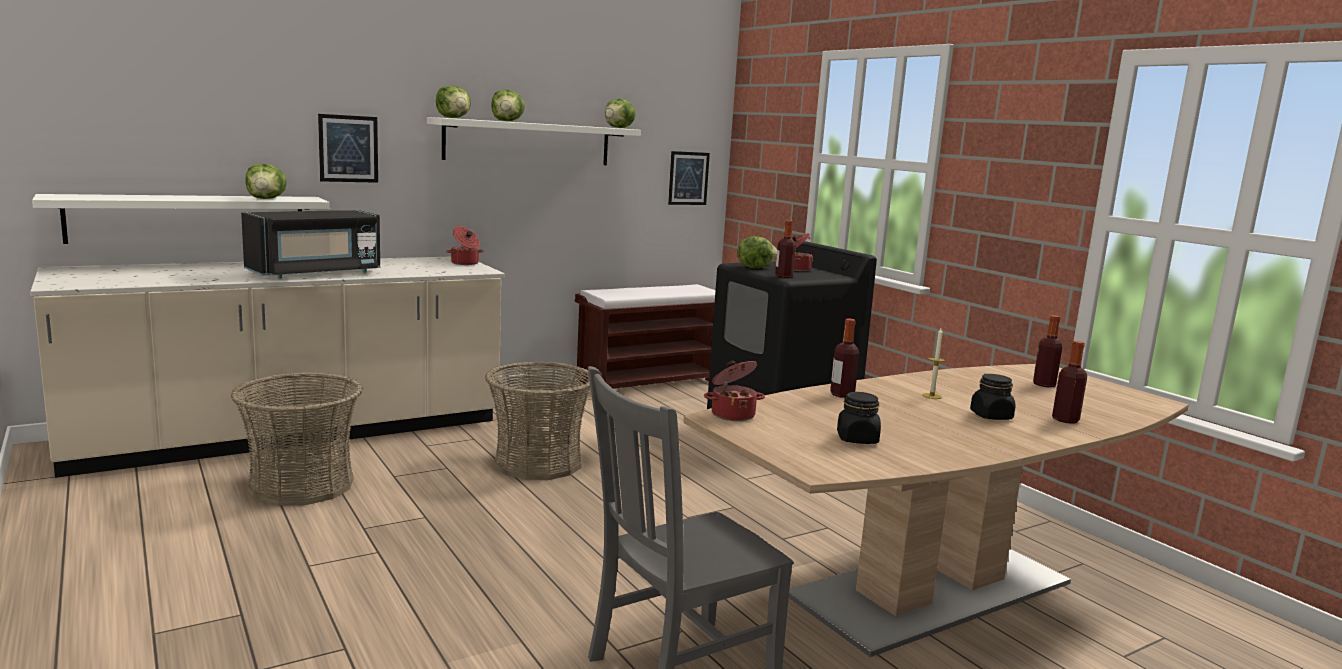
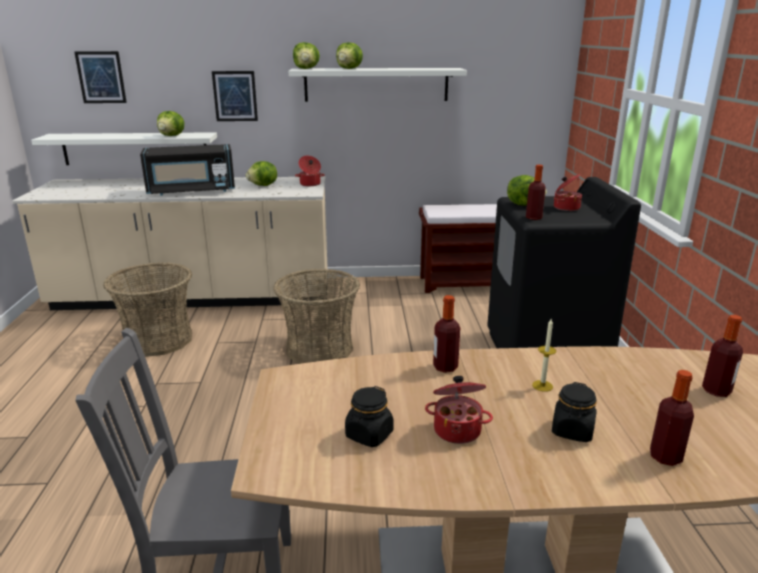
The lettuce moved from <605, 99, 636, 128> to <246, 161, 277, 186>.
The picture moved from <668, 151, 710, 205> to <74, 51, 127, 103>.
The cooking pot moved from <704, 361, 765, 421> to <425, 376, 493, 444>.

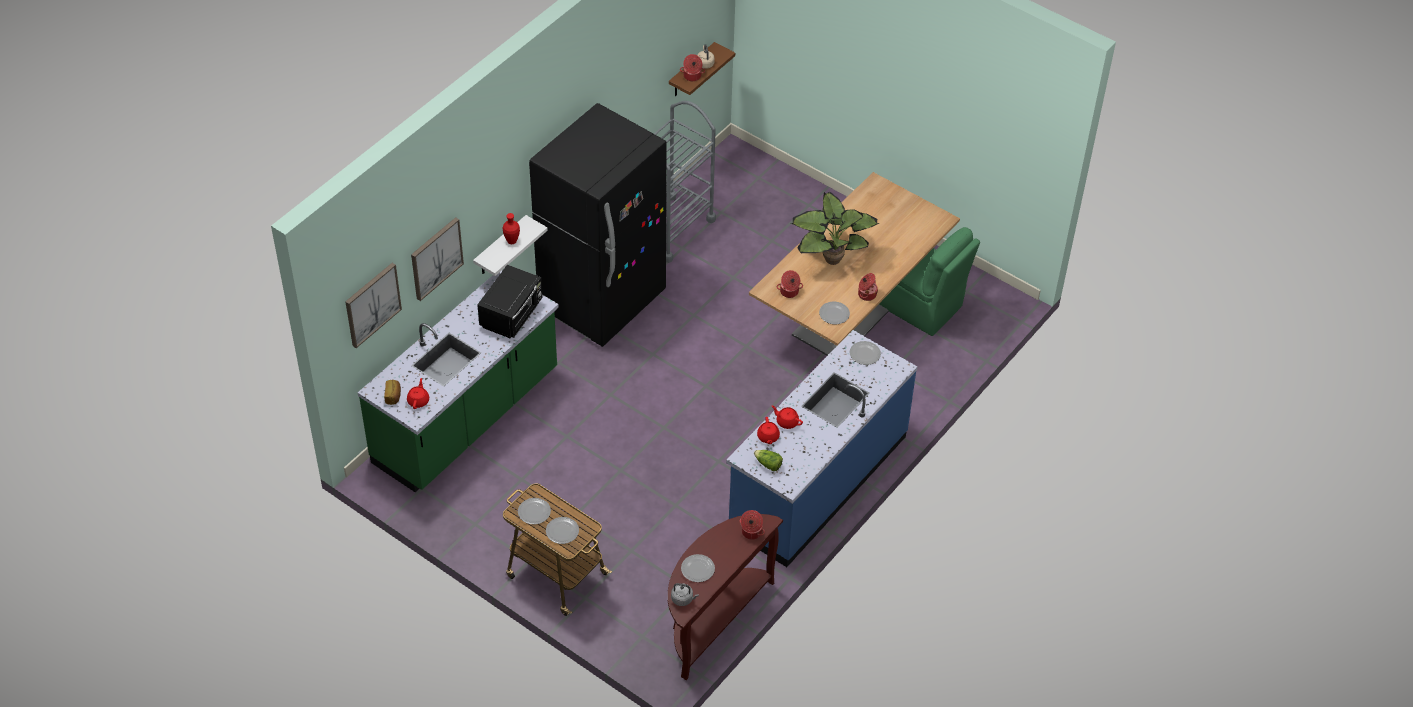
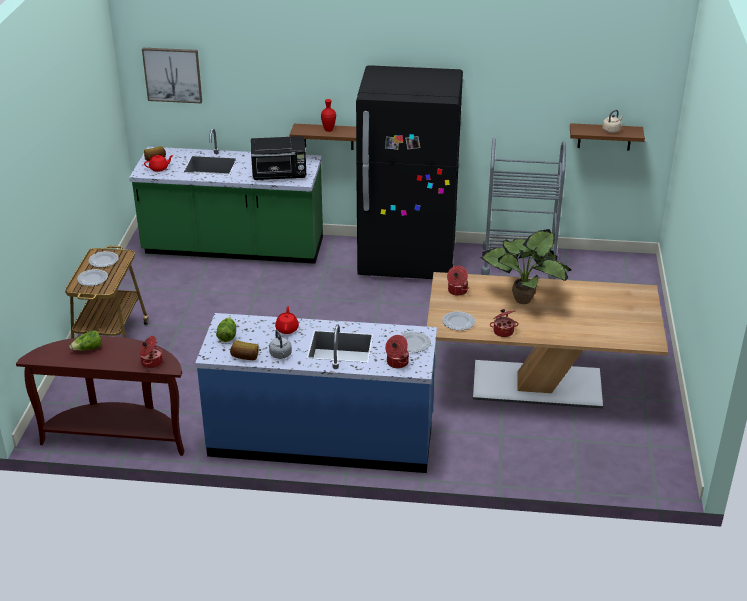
The picture at <411, 217, 464, 301> disappeared.
The white shelf at <473, 215, 548, 276> became the brown shelf at <290, 124, 356, 150>.
The grey kettle moved from <671, 583, 699, 606> to <269, 330, 292, 359>.
The cooking pot moved from <680, 54, 705, 81> to <385, 335, 409, 368>.
The plate at <681, 554, 715, 582> was replaced by the lettuce at <69, 330, 101, 350>.
The red teapot at <757, 417, 780, 444> disappeared.
The green chair at <879, 227, 980, 336> disappeared.
The bread at <230, 340, 259, 360> appeared.

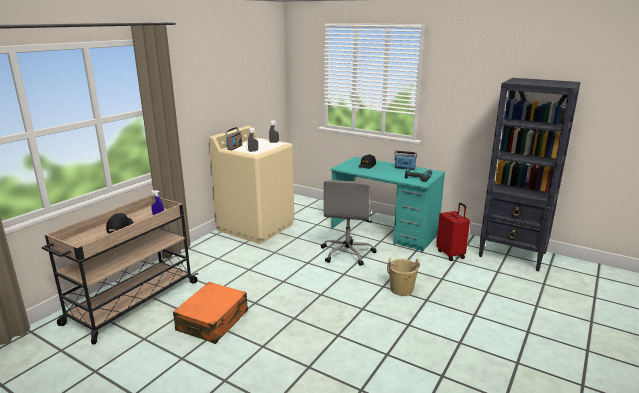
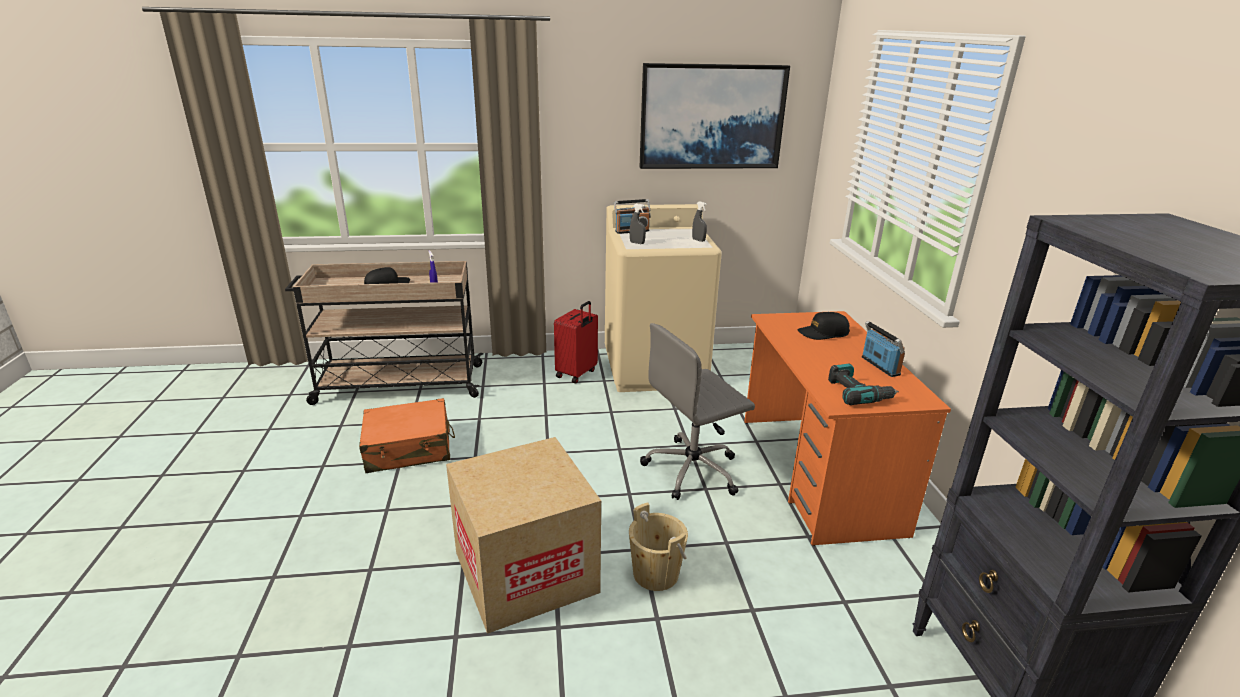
The turquoise desk at <330, 157, 445, 252> became the orange desk at <744, 311, 951, 546>.
The red suitcase moved from <436, 203, 470, 261> to <554, 301, 598, 383>.
The cardboard box at <446, 437, 601, 634> appeared.
The picture at <640, 63, 790, 169> appeared.

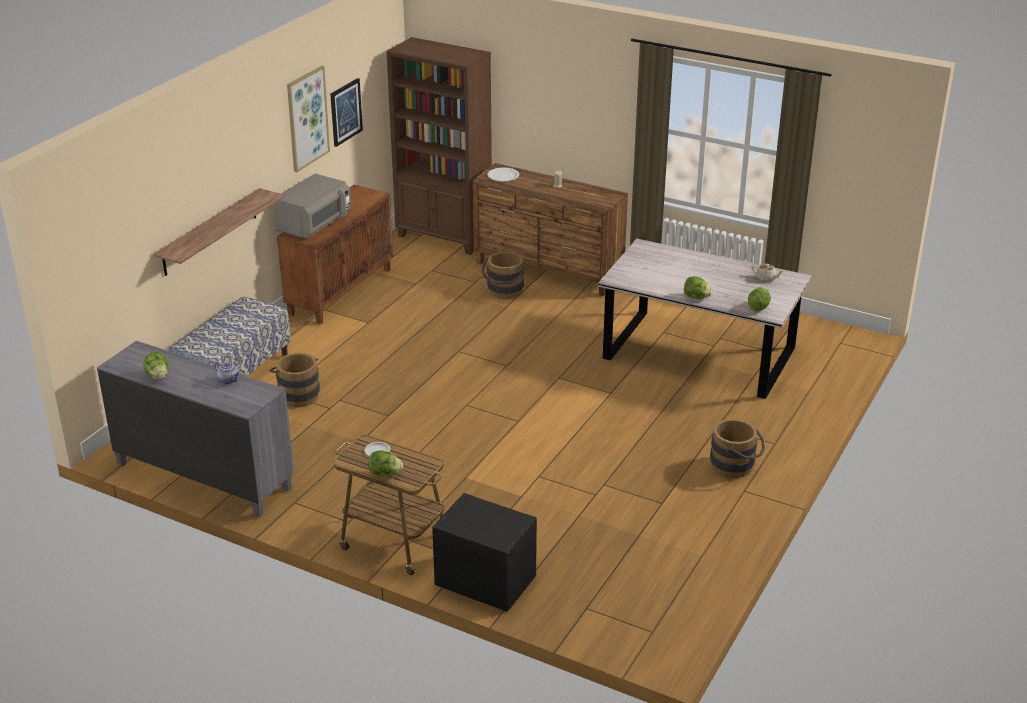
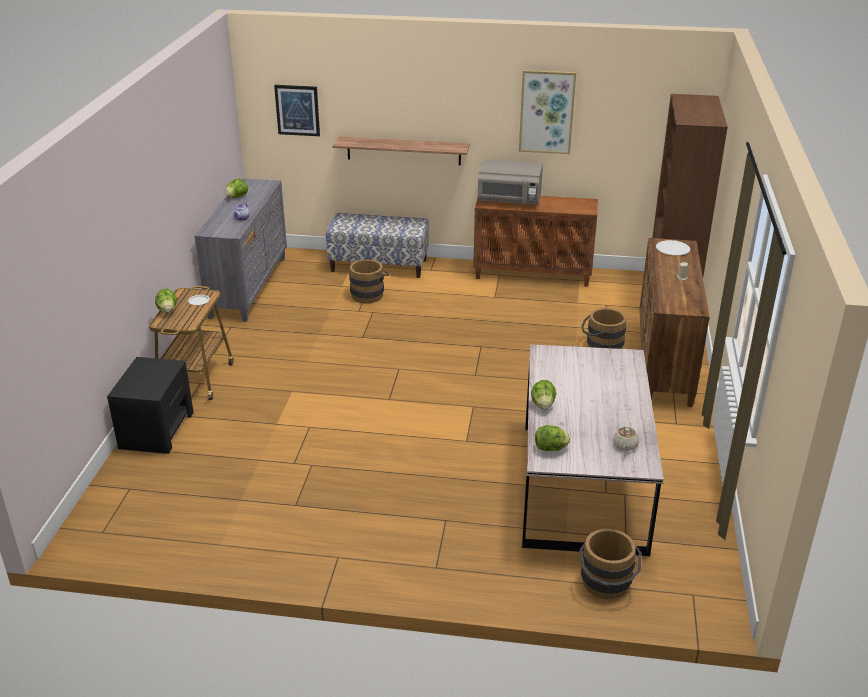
The picture moved from <330, 78, 363, 147> to <274, 85, 320, 136>.
The brown bucket moved from <710, 419, 765, 478> to <580, 528, 642, 599>.

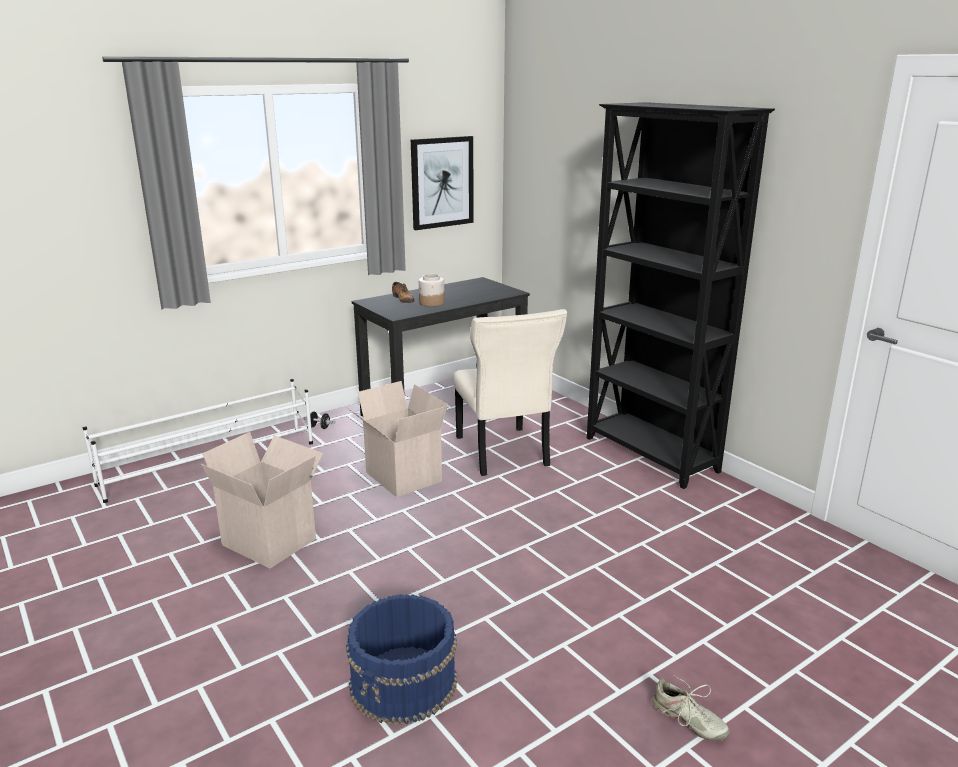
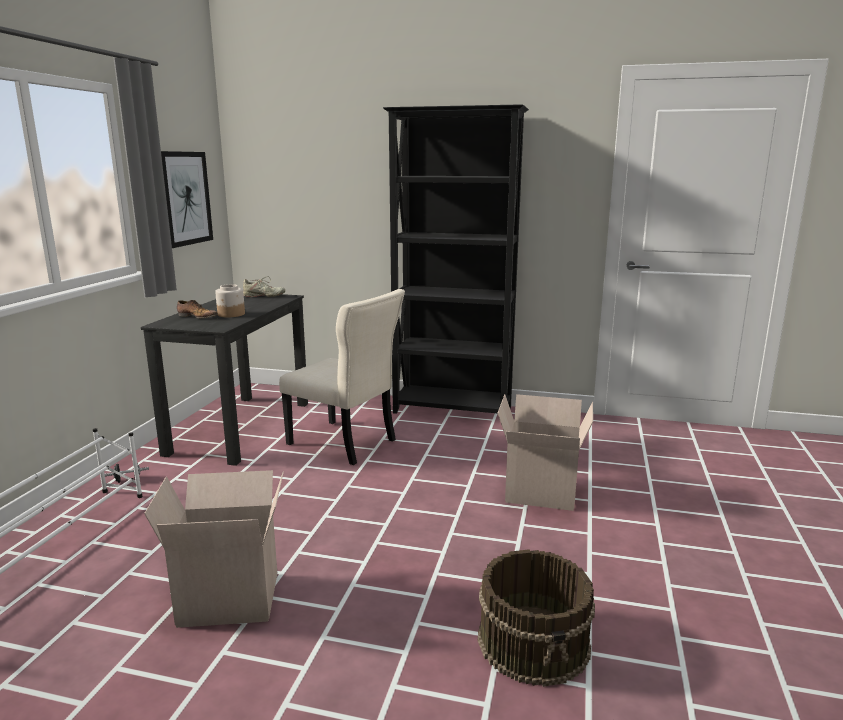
The cardboard box moved from <346, 381, 448, 497> to <498, 394, 593, 511>.
The blue bucket at <346, 594, 457, 725> became the brown bucket at <478, 549, 595, 687>.
The beige shoe moved from <652, 675, 730, 741> to <243, 276, 285, 297>.

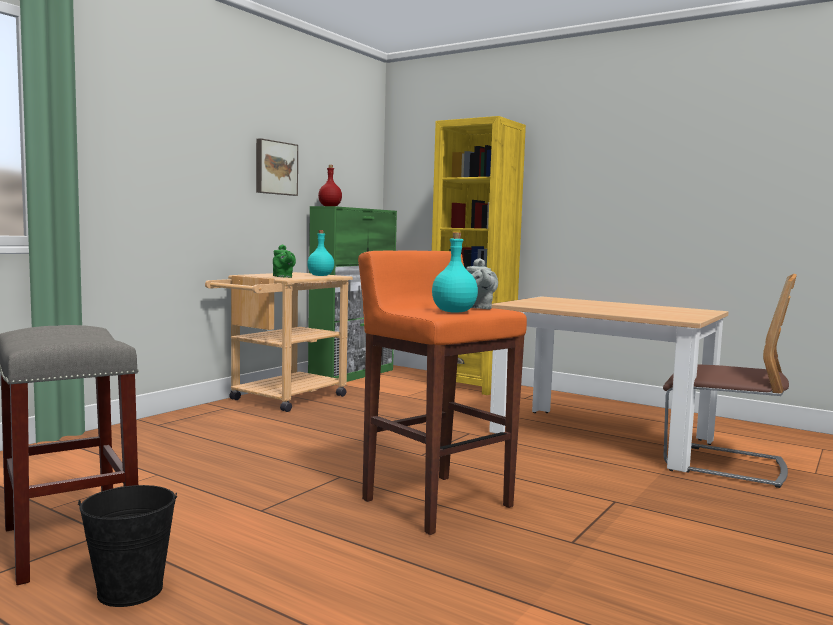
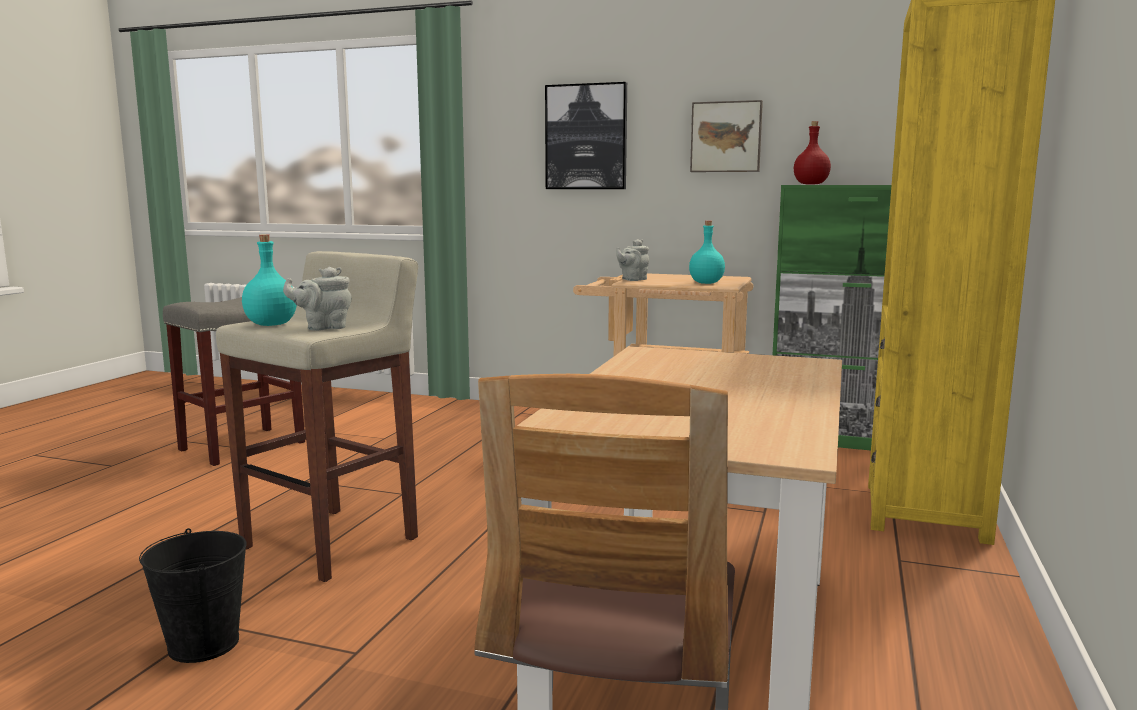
The black bucket moved from <78, 485, 177, 607> to <139, 528, 247, 663>.
The green teapot at <273, 244, 296, 278> became the grey teapot at <616, 239, 649, 281>.
The orange stool at <358, 251, 527, 535> became the beige stool at <216, 251, 418, 582>.
The picture at <545, 82, 627, 189> appeared.

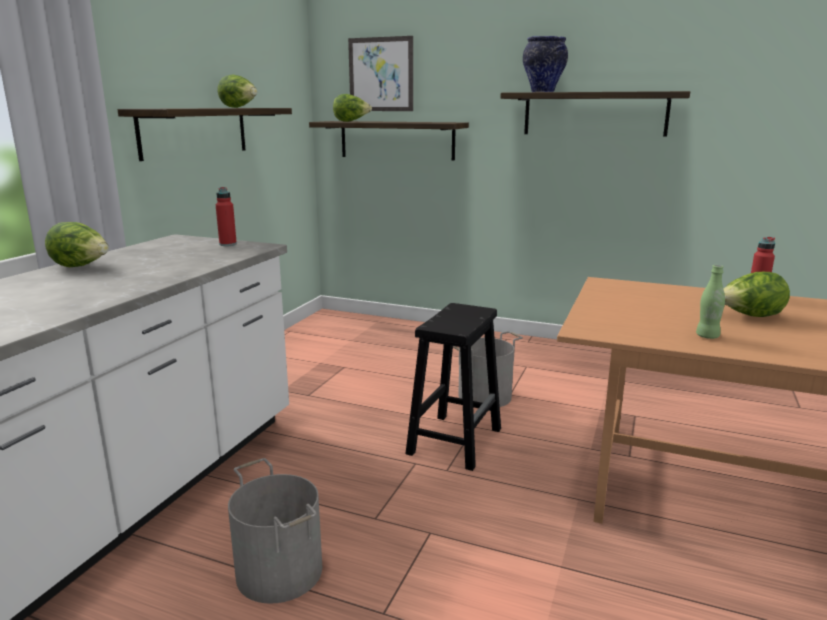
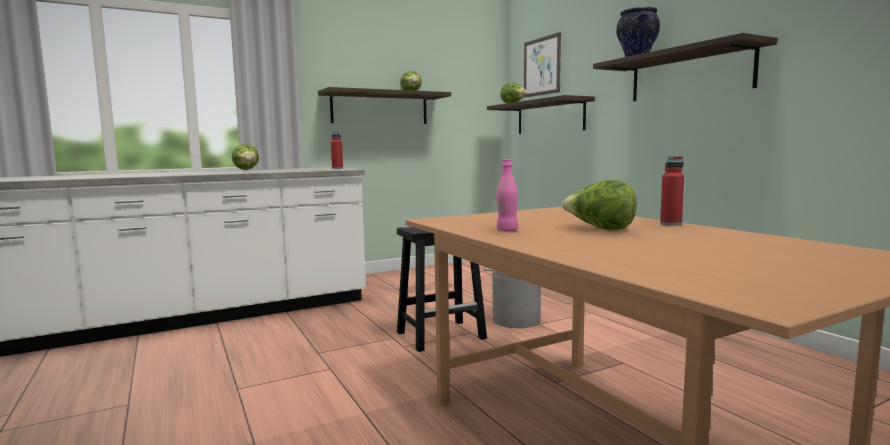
The grey bucket at <228, 458, 322, 604> disappeared.
The green bottle at <696, 265, 725, 339> became the pink bottle at <496, 159, 518, 231>.

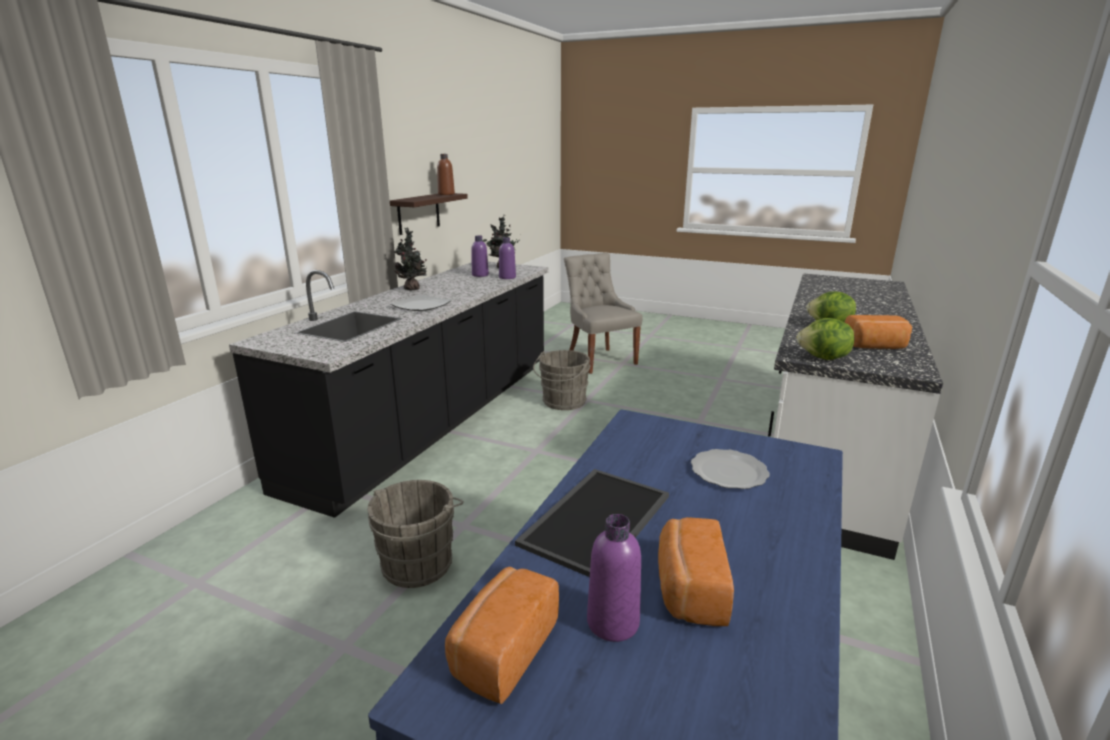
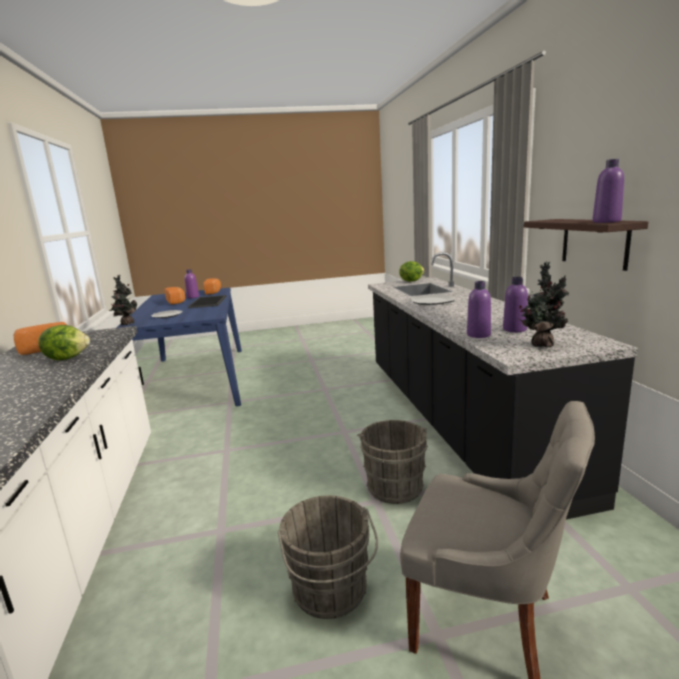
The grey bucket moved from <367, 480, 463, 588> to <278, 495, 378, 619>.
The potted plant moved from <395, 228, 427, 290> to <109, 274, 137, 325>.
The brown bottle at <437, 154, 455, 195> became the purple bottle at <592, 159, 624, 223>.
The lettuce moved from <796, 318, 854, 360> to <399, 261, 425, 282>.

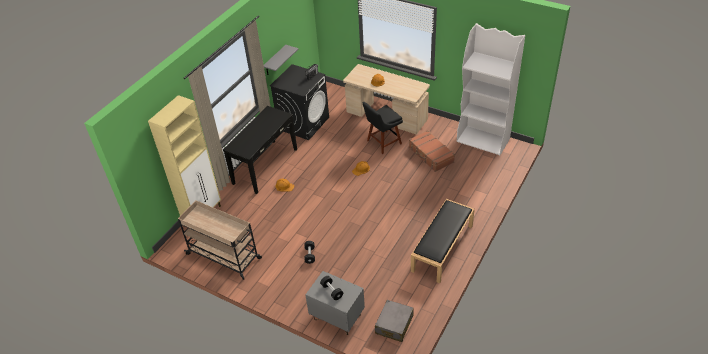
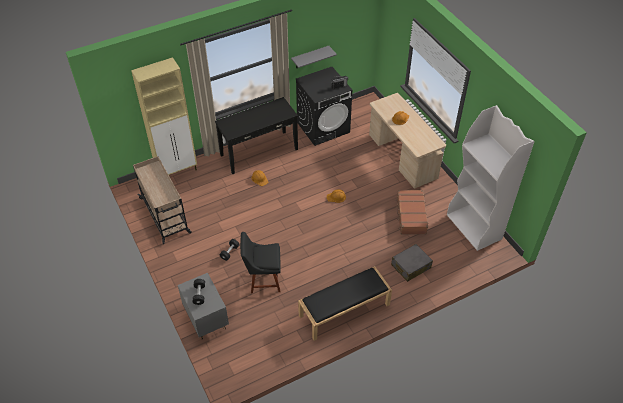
The black chair moved from <363, 102, 403, 154> to <240, 232, 281, 294>.
The grey suitcase moved from <375, 300, 414, 342> to <391, 244, 433, 282>.

